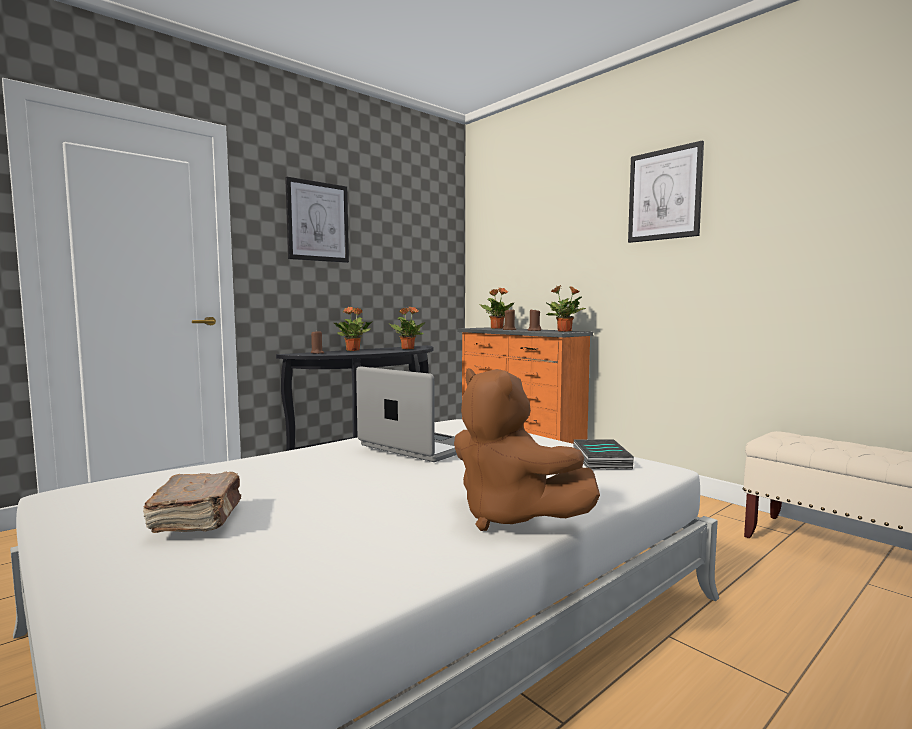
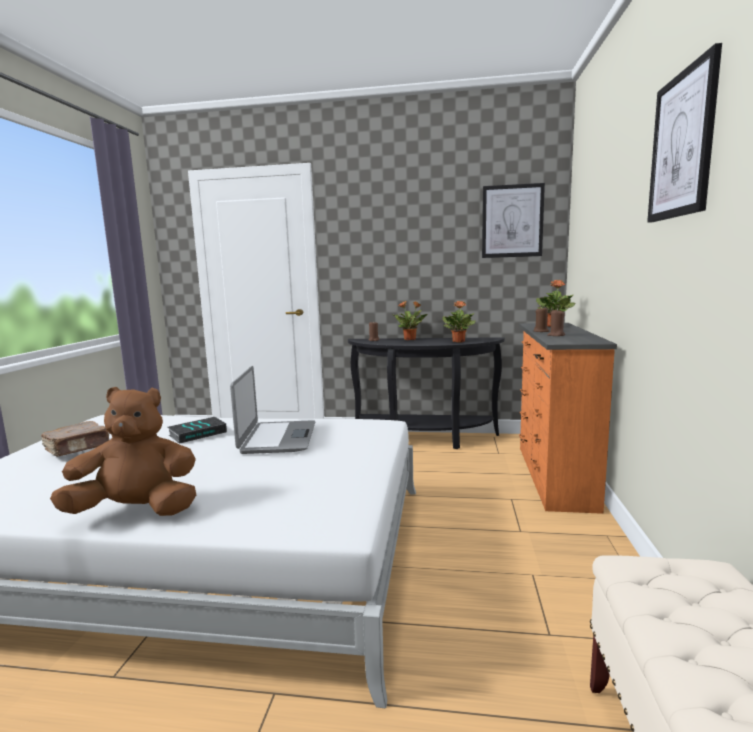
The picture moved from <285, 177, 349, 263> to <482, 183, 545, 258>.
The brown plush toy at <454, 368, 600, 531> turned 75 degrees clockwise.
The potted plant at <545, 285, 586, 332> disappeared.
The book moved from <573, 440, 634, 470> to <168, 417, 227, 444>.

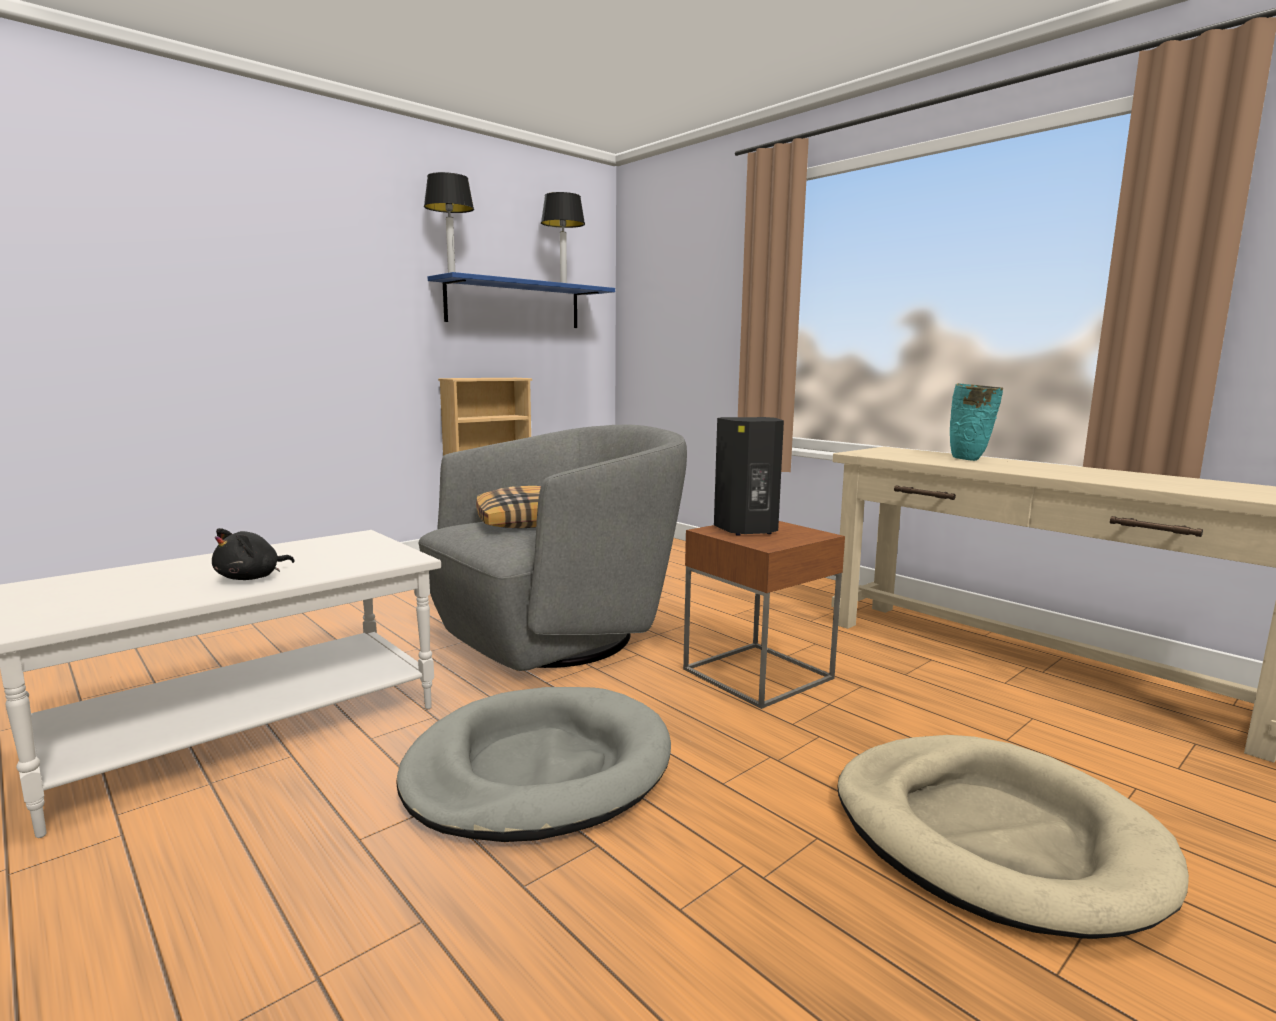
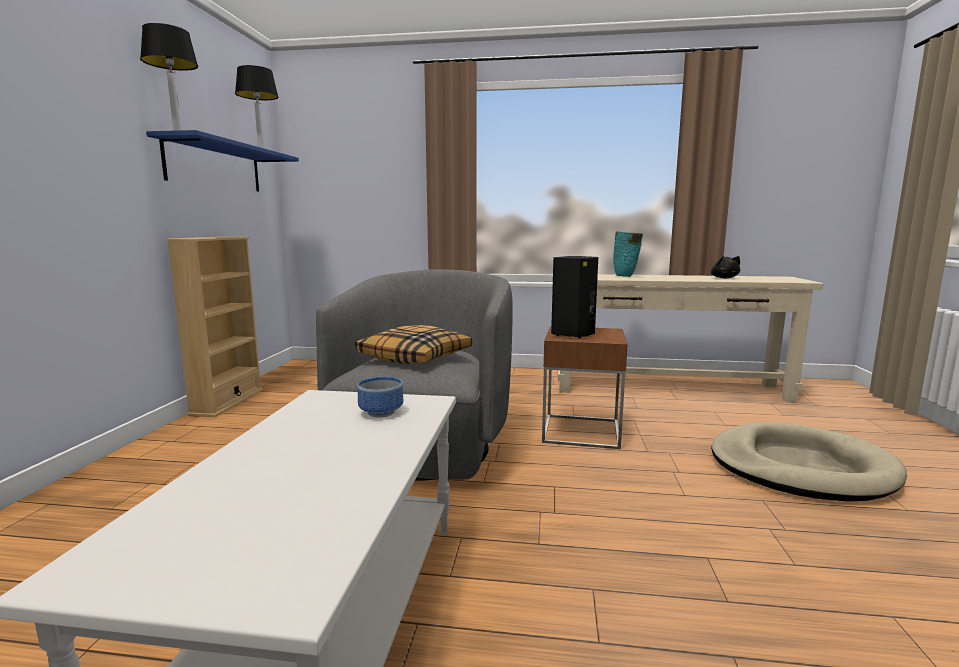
The black plush toy moved from <212, 528, 294, 580> to <711, 256, 740, 279>.
The grey dog bed at <396, 687, 671, 842> disappeared.
The bowl at <357, 377, 403, 417> appeared.

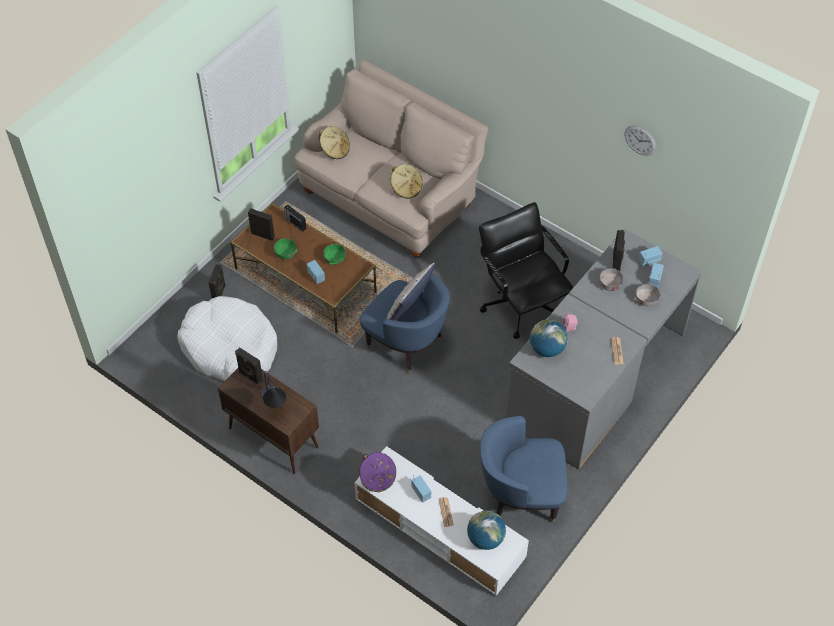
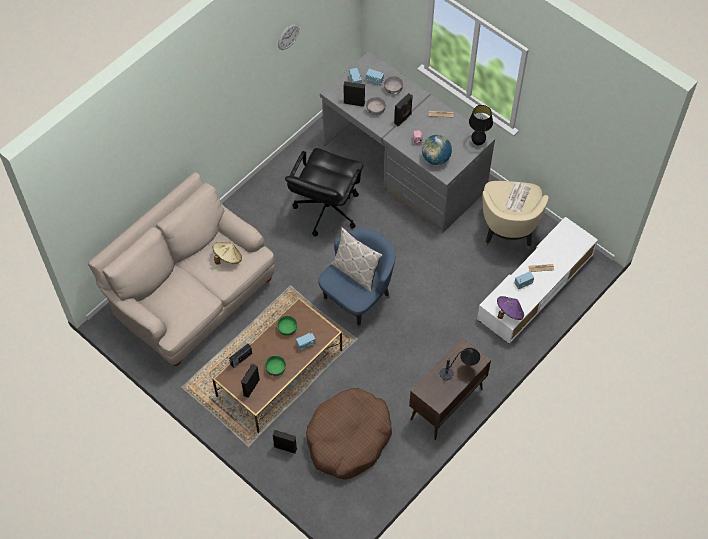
The white dog bed at <177, 296, 277, 381> became the brown dog bed at <306, 388, 392, 480>.
The black speaker moved from <235, 347, 263, 385> to <394, 93, 413, 126>.
The beige hat at <319, 126, 350, 159> disappeared.
The globe at <467, 511, 506, 550> disappeared.
The black office chair at <479, 202, 573, 339> turned 45 degrees counterclockwise.
The blue armchair at <480, 416, 567, 522> became the beige armchair at <483, 181, 549, 250>.
The black table lamp at <469, 105, 493, 145> appeared.
The newspaper at <505, 182, 531, 212> appeared.

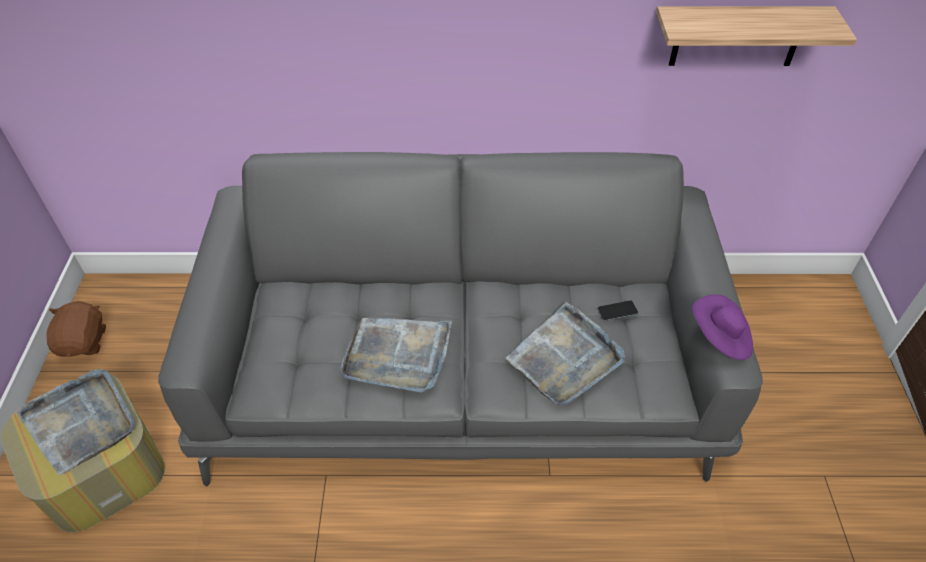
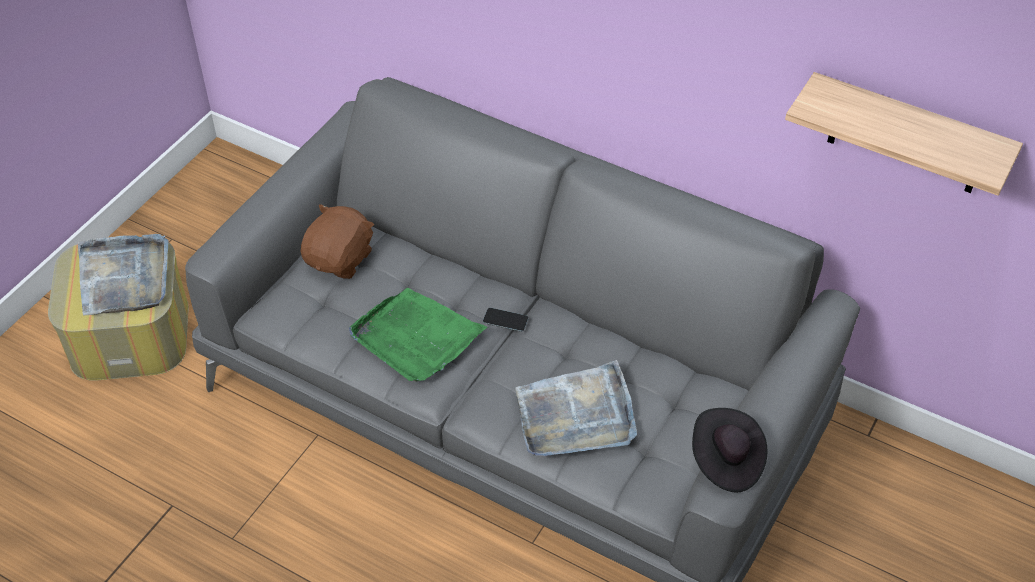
The brown plush toy moved from <46, 302, 106, 357> to <301, 204, 374, 279>.
The grey tray at <339, 318, 452, 393> became the green tray at <349, 288, 487, 382>.
The phone moved from <598, 300, 638, 321> to <483, 308, 528, 332>.
The purple hat at <692, 294, 753, 360> became the black hat at <692, 408, 767, 493>.

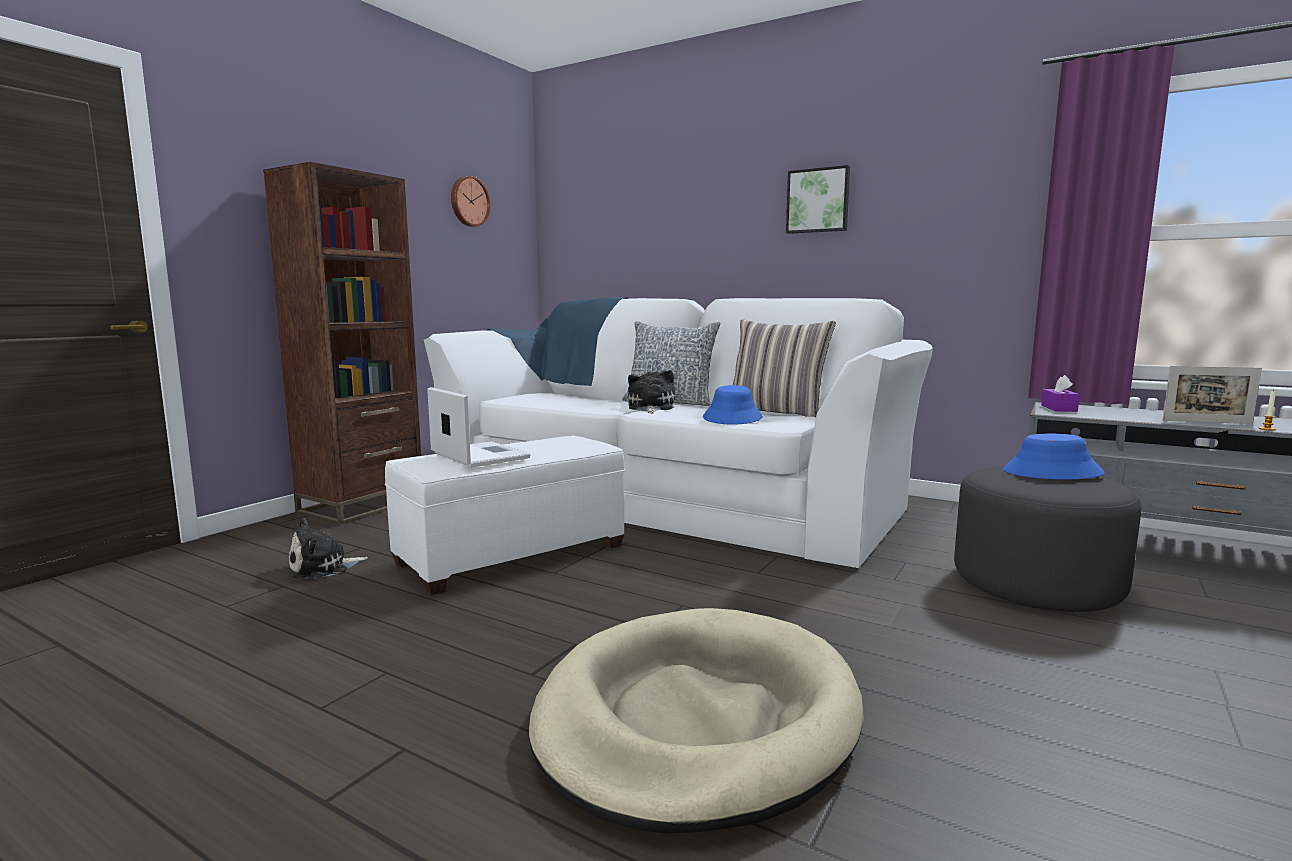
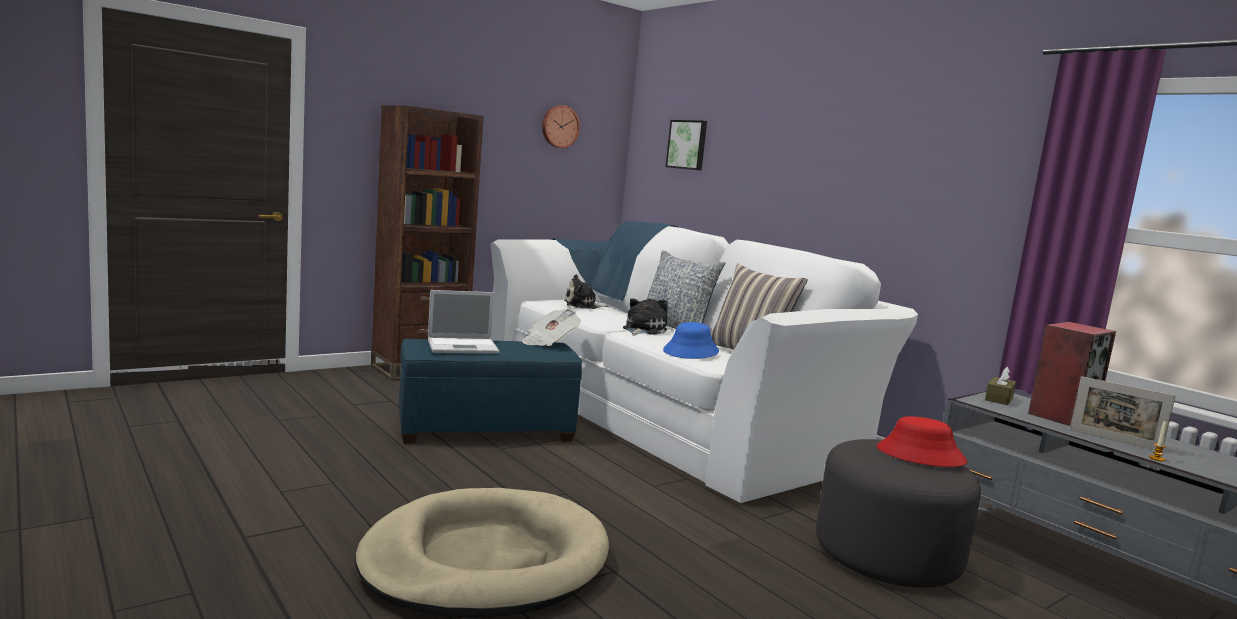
The plush toy moved from <289, 518, 368, 579> to <564, 274, 608, 309>.
The white ottoman at <385, 435, 625, 595> became the blue ottoman at <399, 339, 582, 444>.
The laptop at <427, 387, 531, 468> turned 90 degrees clockwise.
The picture moved from <786, 165, 850, 234> to <666, 120, 707, 171>.
The blue hat at <1003, 433, 1105, 479> became the red hat at <877, 416, 967, 467>.
The purple tissue box at <1041, 375, 1080, 412> became the brown tissue box at <985, 367, 1016, 405>.
The newspaper at <522, 309, 581, 346> appeared.
The speaker at <1028, 322, 1116, 426> appeared.

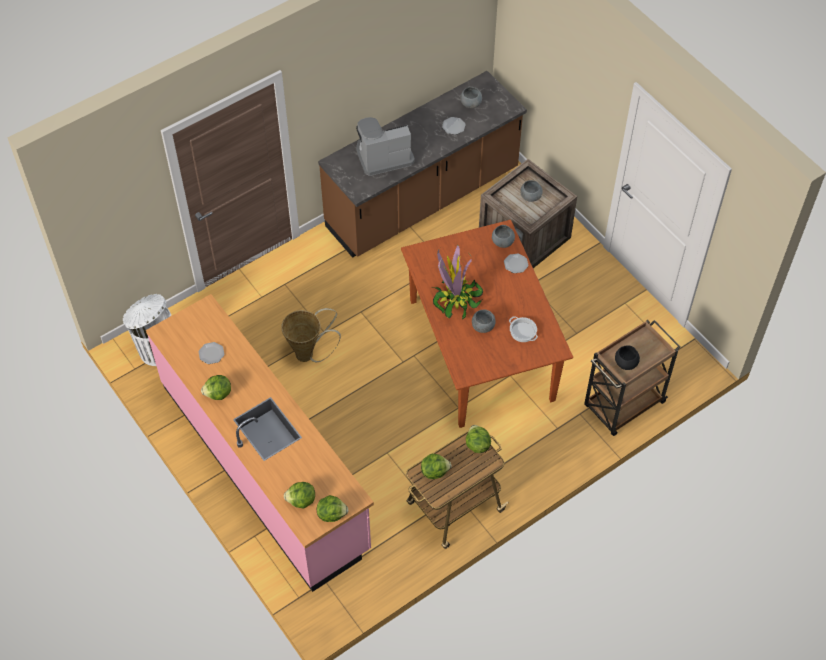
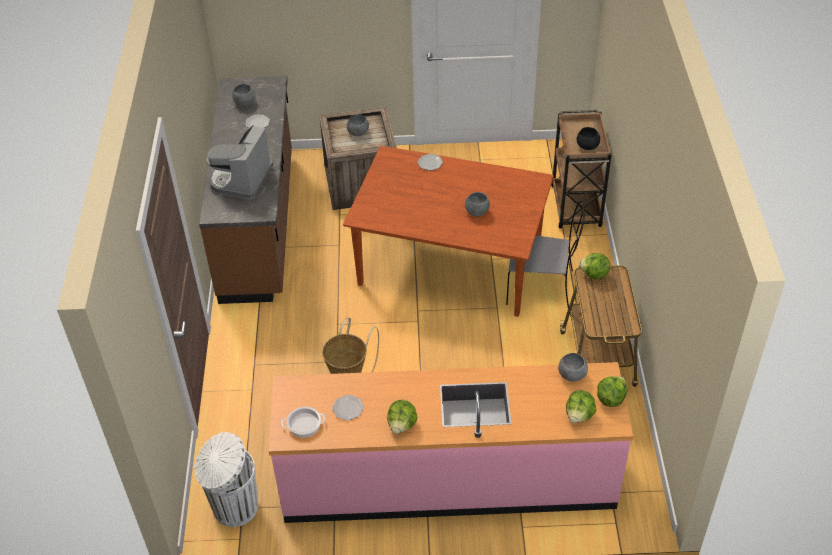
The lettuce at <421, 453, 451, 479> disappeared.
The potted plant at <431, 244, 483, 319> disappeared.
The grey bowl moved from <492, 225, 515, 248> to <558, 353, 588, 382>.
The cooking pot moved from <509, 316, 537, 342> to <281, 407, 326, 438>.
The grey chair at <506, 201, 584, 308> appeared.

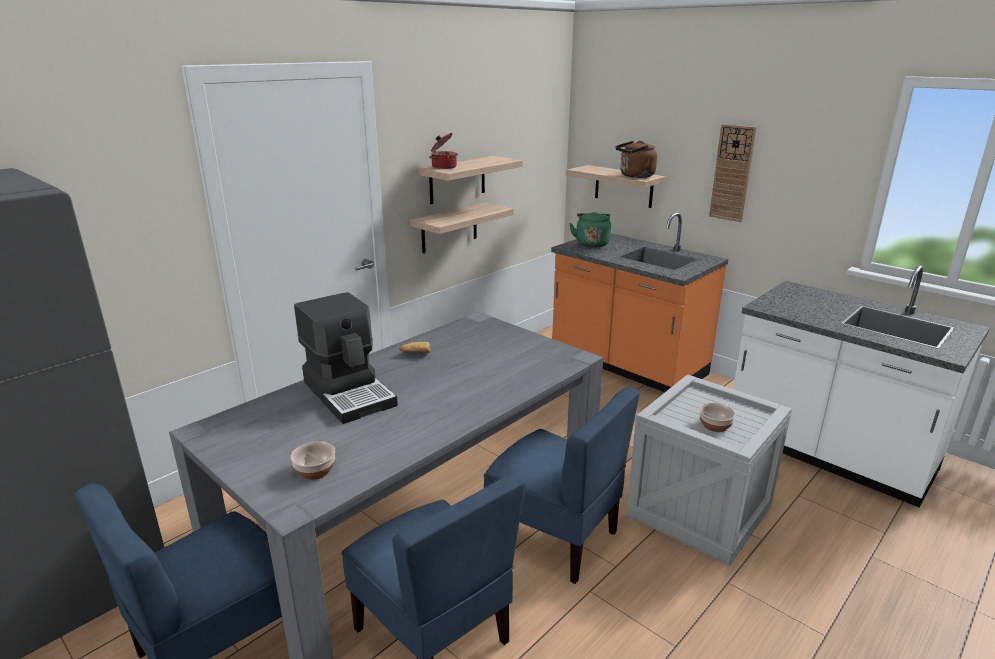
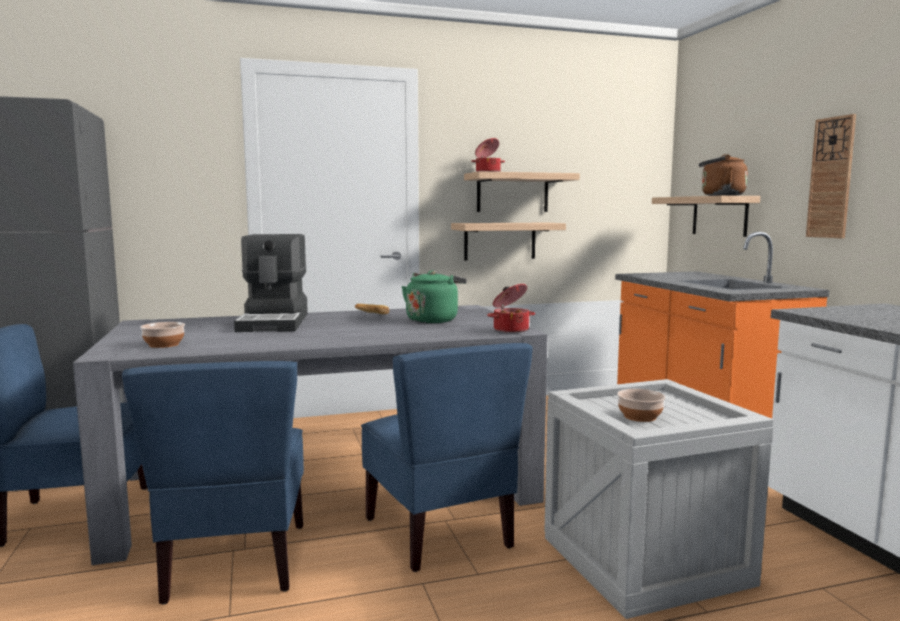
The green kettle moved from <569, 212, 611, 247> to <401, 270, 467, 323>.
The cooking pot at <487, 284, 535, 333> appeared.

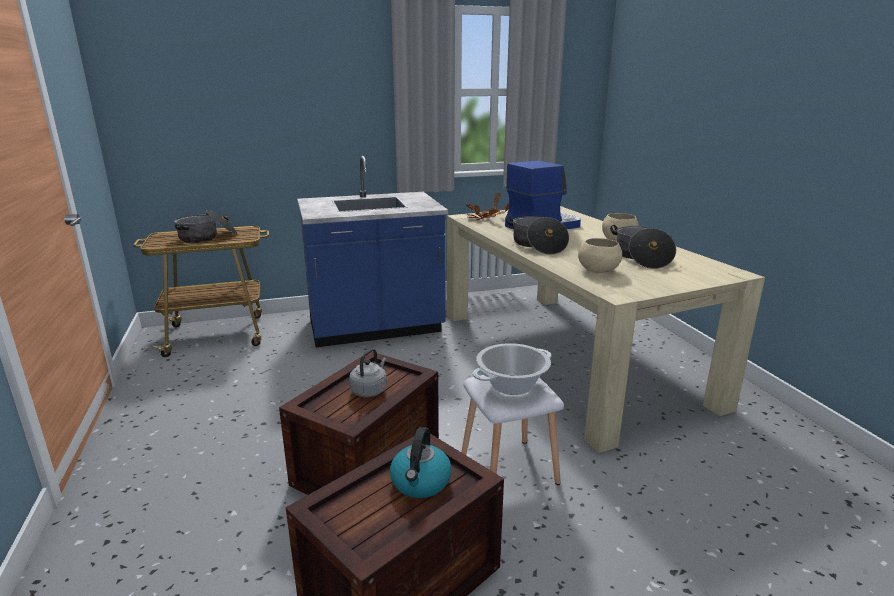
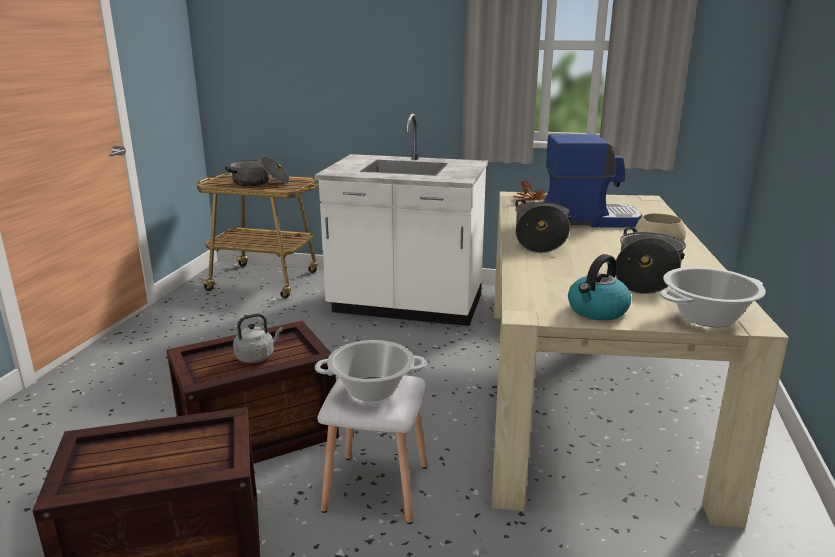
The blue counter at <297, 156, 448, 347> became the white counter at <314, 113, 488, 326>.
The kettle moved from <390, 427, 452, 498> to <568, 254, 631, 320>.
The beige bowl at <578, 238, 622, 273> disappeared.
The cooking pot at <660, 267, 766, 327> appeared.

